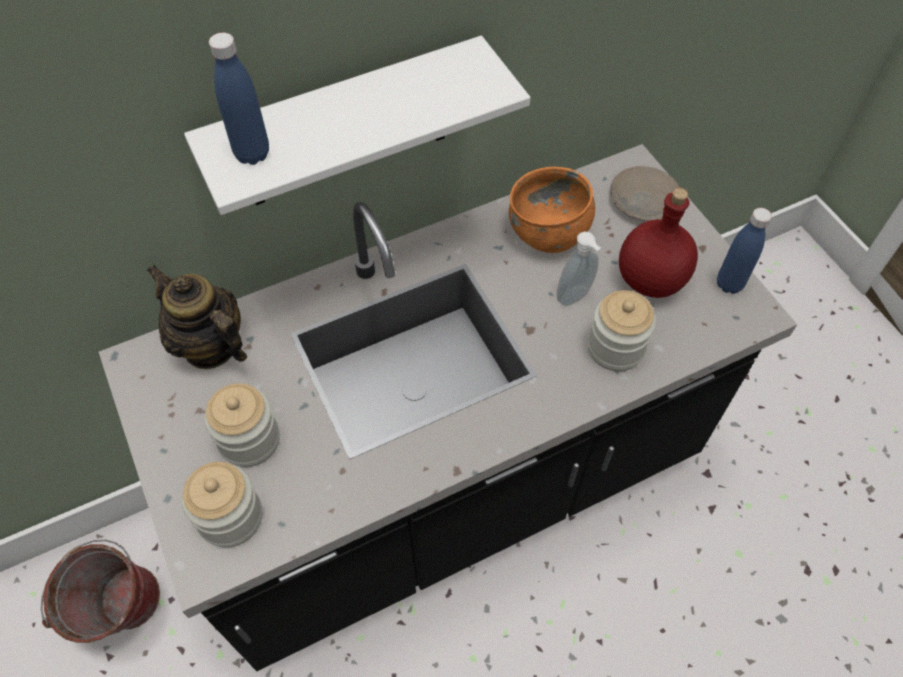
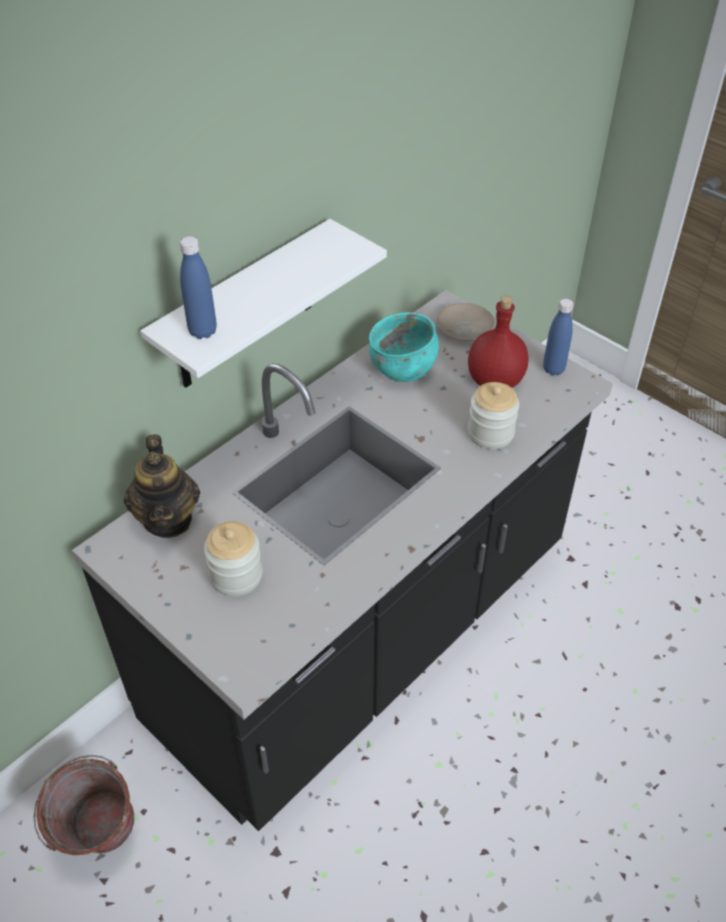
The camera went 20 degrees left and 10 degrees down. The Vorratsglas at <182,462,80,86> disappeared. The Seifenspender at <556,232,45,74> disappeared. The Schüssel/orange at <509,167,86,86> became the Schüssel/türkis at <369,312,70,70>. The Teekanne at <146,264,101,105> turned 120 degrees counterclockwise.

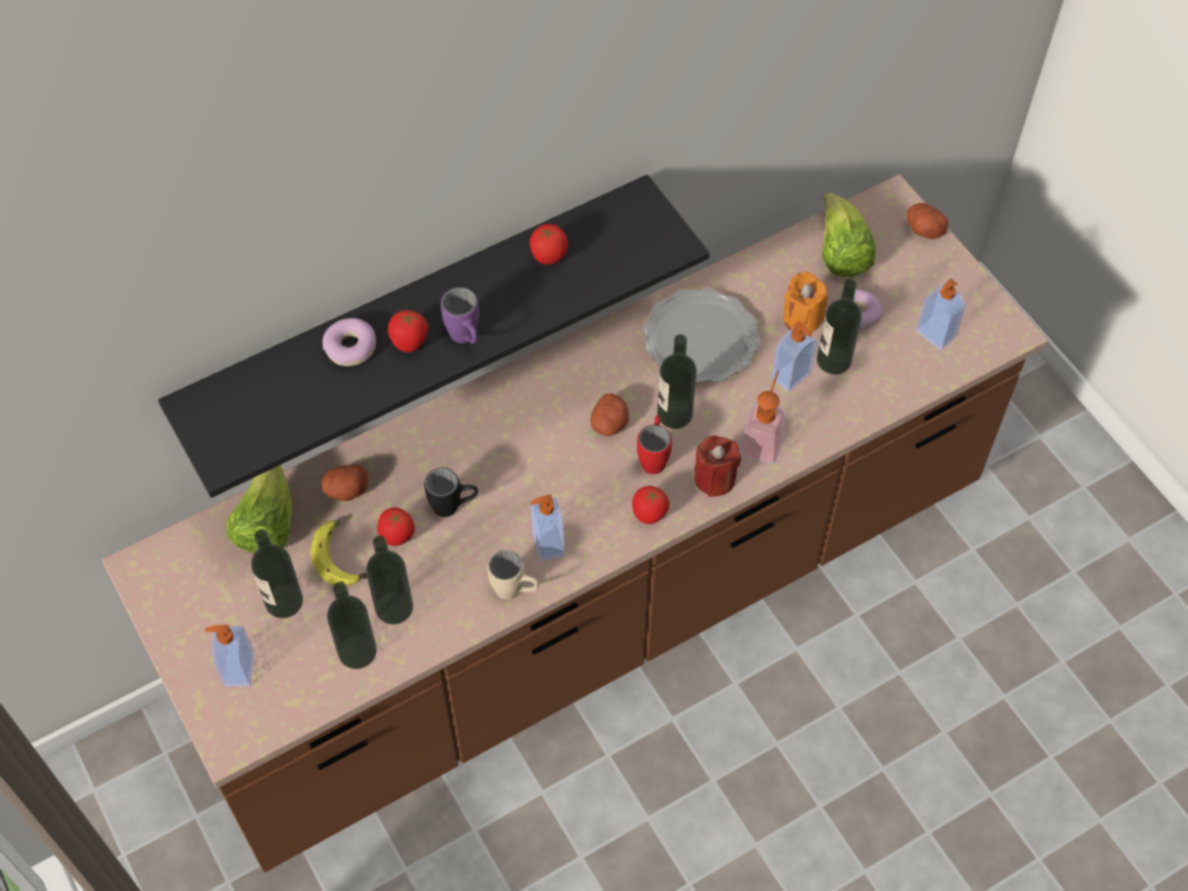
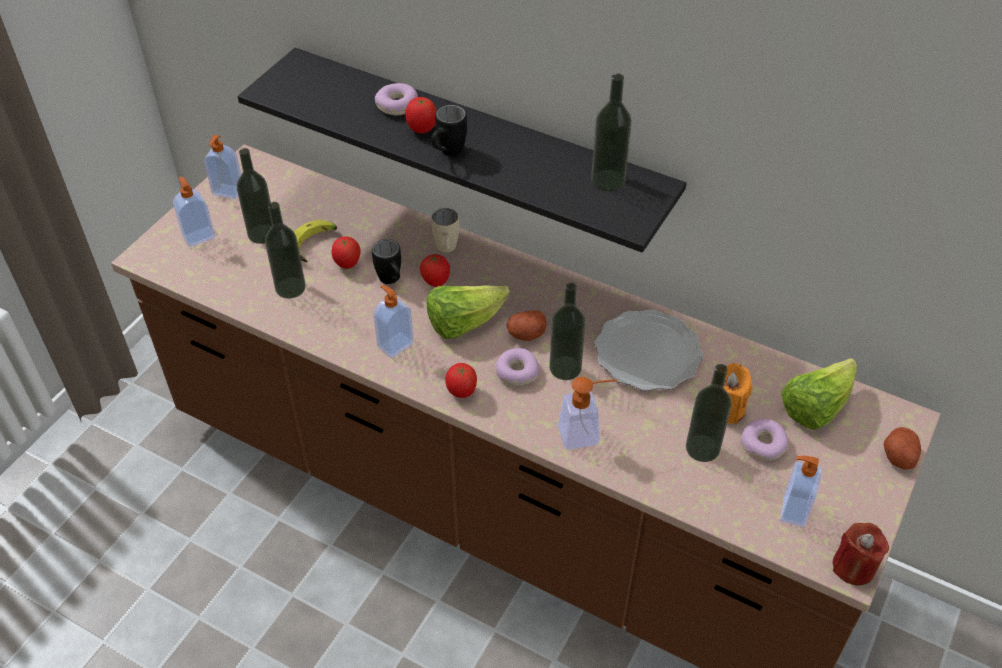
The camera went 60 degrees right and 10 degrees down. The Kartoffel at <321,465,47,36> disappeared. The Salatkopf moved from <227,465,65,88> to <427,285,83,54>. The Flasche moved from <327,582,50,87> to <591,73,41,118>. The Henkelbecher/beige moved from <488,550,51,50> to <431,208,29,44>. The Tomate moved from <530,224,38,40> to <420,254,30,33>. The Kerze/rot moved from <694,435,47,62> to <833,523,56,63>. The Seifenspender moved from <771,321,46,71> to <204,135,37,64>. The Henkelbecher/rot at <637,416,35,58> was replaced by the Donut at <496,348,43,38>. The Henkelbecher/lila at <441,287,38,57> became the Henkelbecher/schwarz at <432,105,35,51>.

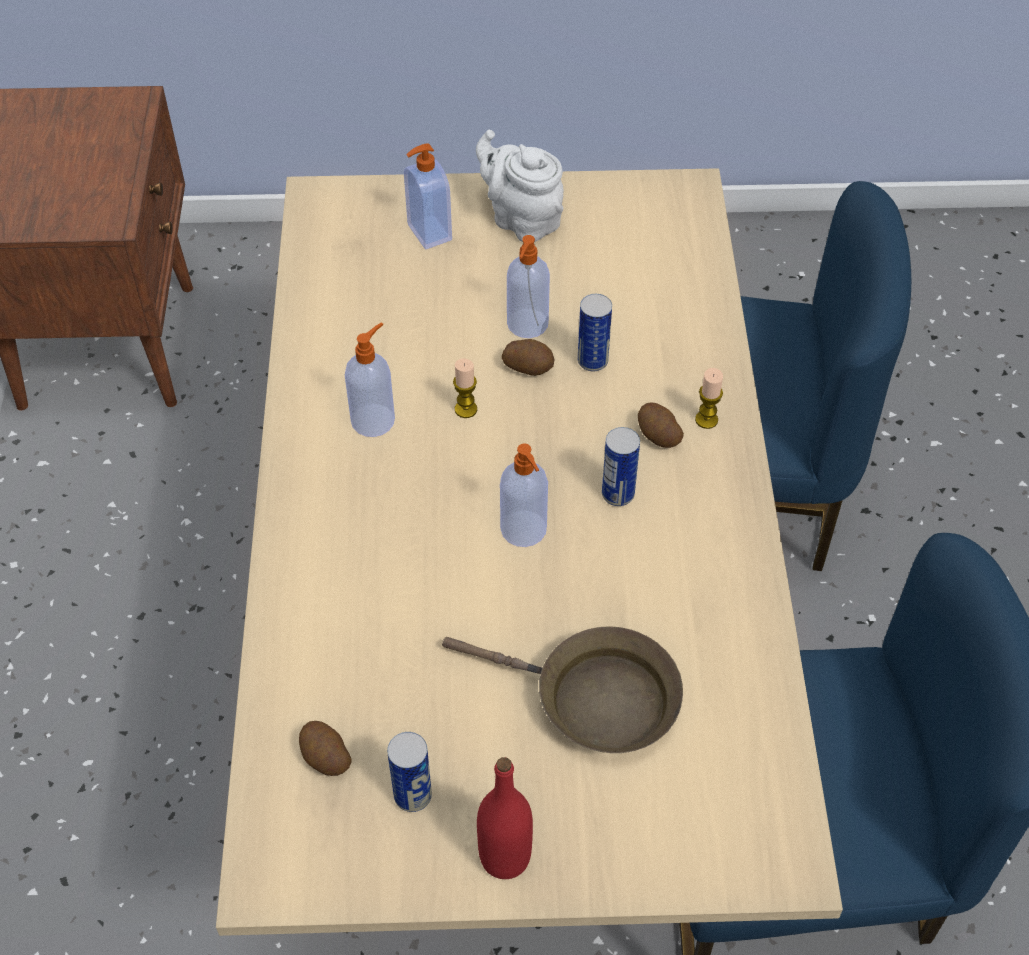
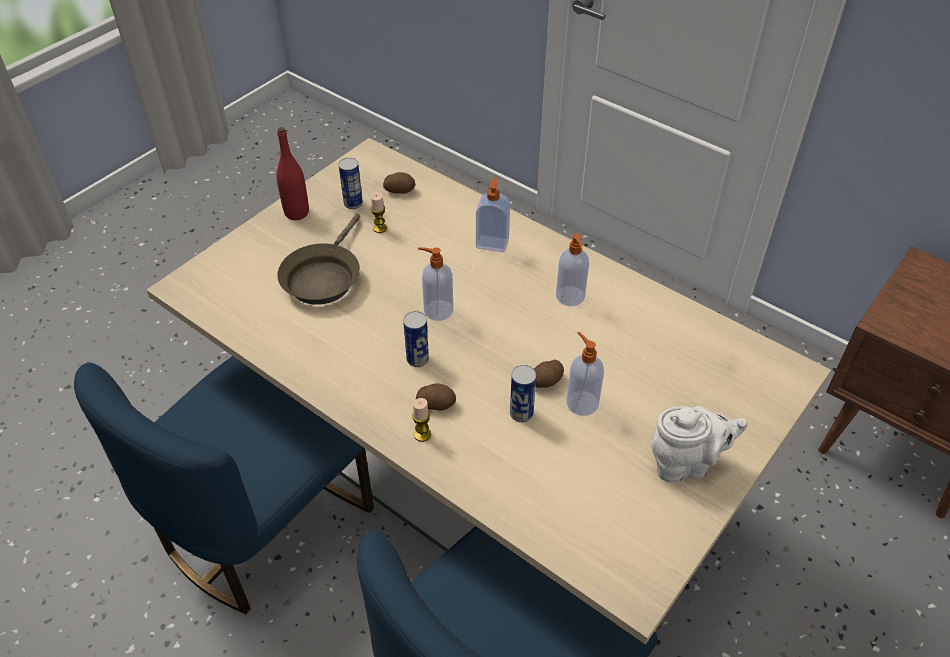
The camera went 130 degrees right and 5 degrees down. The Seifenspender moved from <404,144,48,105> to <476,177,34,75>. The Kerze moved from <453,359,24,59> to <371,192,16,41>. The Pfanne/braun at <442,627,241,126> turned 45 degrees counterclockwise.

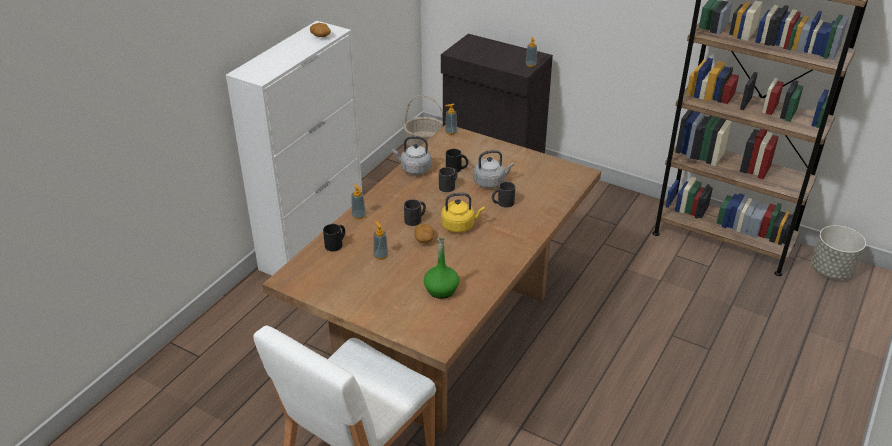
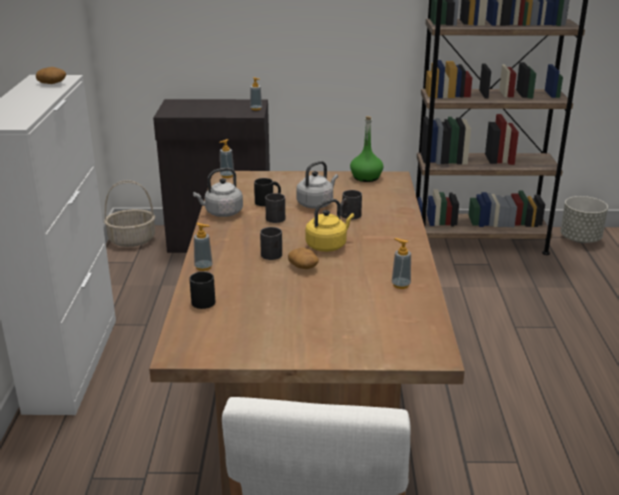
The camera went 30 degrees left and 10 degrees down. The Seifenspender moved from <373,221,15,39> to <392,238,19,51>. The Flasche/grün moved from <424,235,35,64> to <350,116,33,66>.

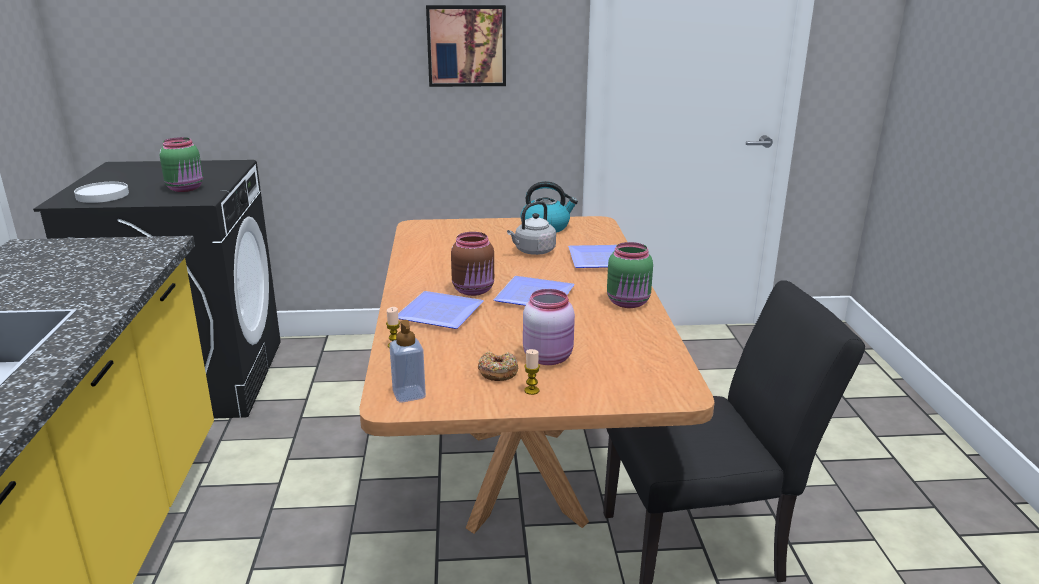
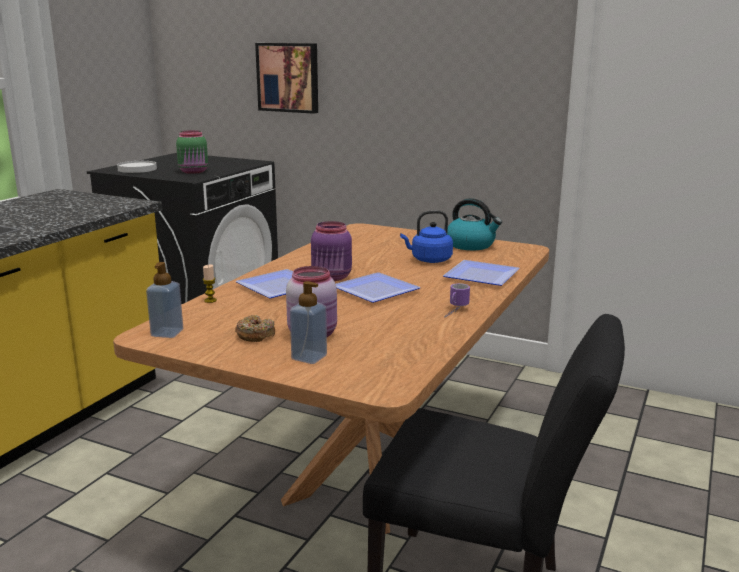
The camera went 30 degrees right and 5 degrees down. The Kerze at <524,349,16,46> disappeared. The Seifenspender at <290,281,37,83> appeared. The Bild moved from <426,5,80,82> to <255,43,63,71>. The Vorratsglas/grün at <607,242,46,66> was replaced by the Henkelbecher at <445,283,25,35>. The Vorratsglas/braun at <451,232,43,64> became the Vorratsglas/lila at <311,221,41,60>. The Wasserkessel/grau at <507,201,49,54> became the Wasserkessel/blau at <400,210,53,53>.

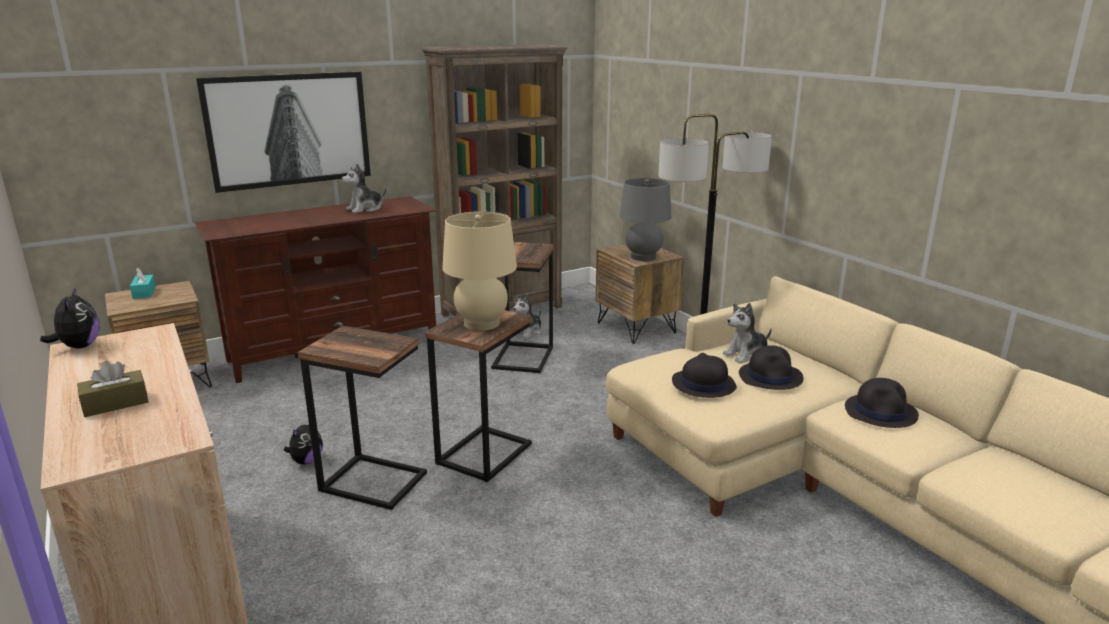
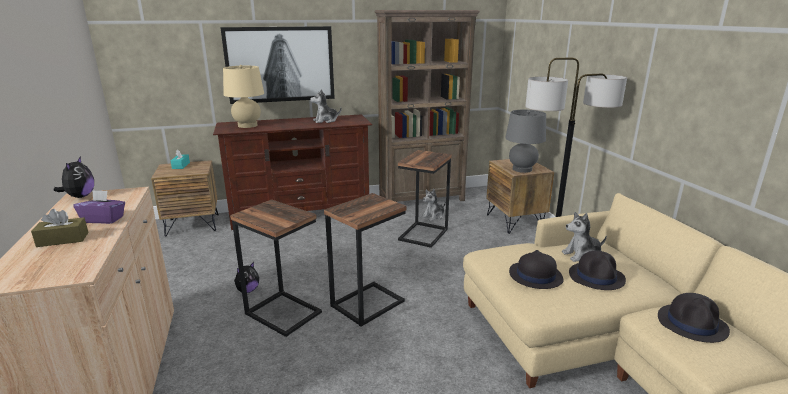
The camera went 15 degrees right and 0 degrees up. The Taschentuchbox/lila at <73,190,52,34> appeared. The Tischlampe/beige moved from <442,211,75,120> to <223,65,41,63>.

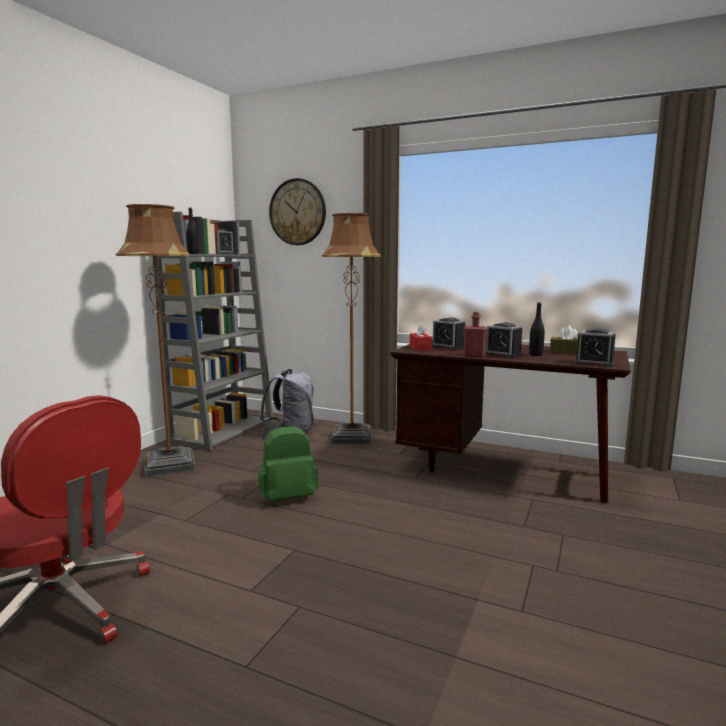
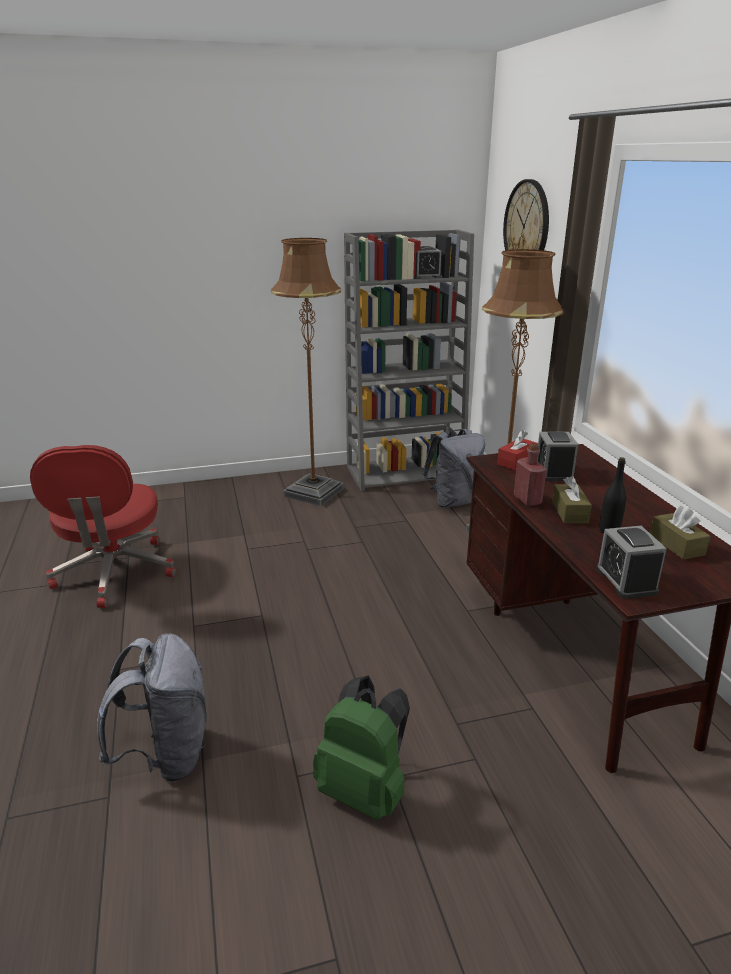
The camera went 50 degrees right and 15 degrees up. The Flasche/schwarz at <186,208,13,46> disappeared. The Rucksack/grau at <97,633,110,149> appeared. The Rucksack/grün moved from <258,418,61,83> to <313,675,97,145>. The Wecker at <486,322,36,36> was replaced by the Taschentuchbox/braun at <552,476,40,47>.

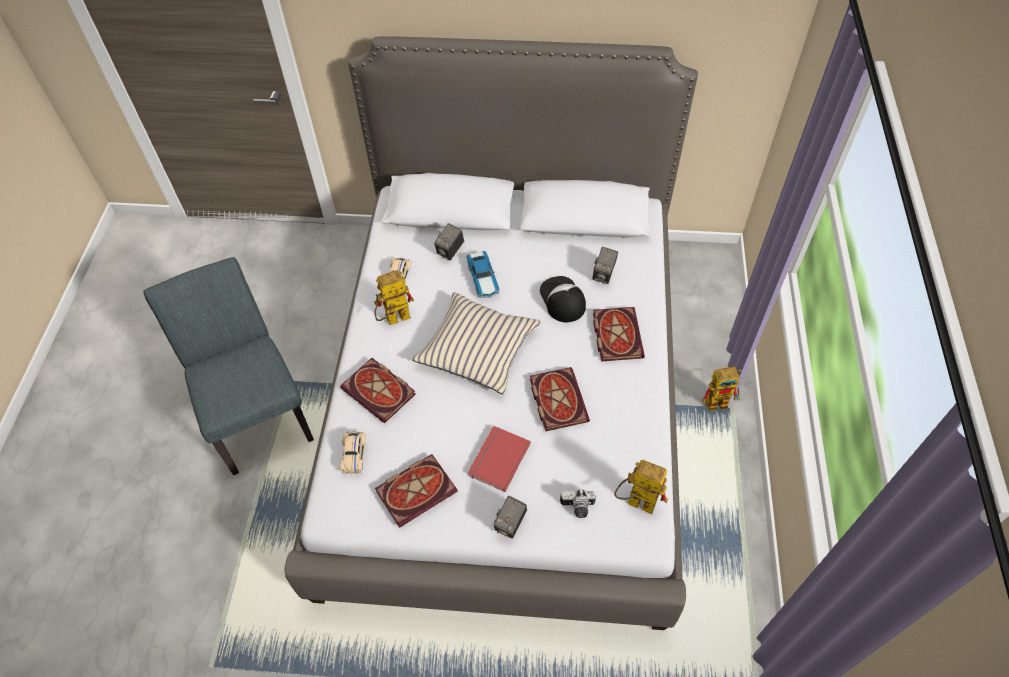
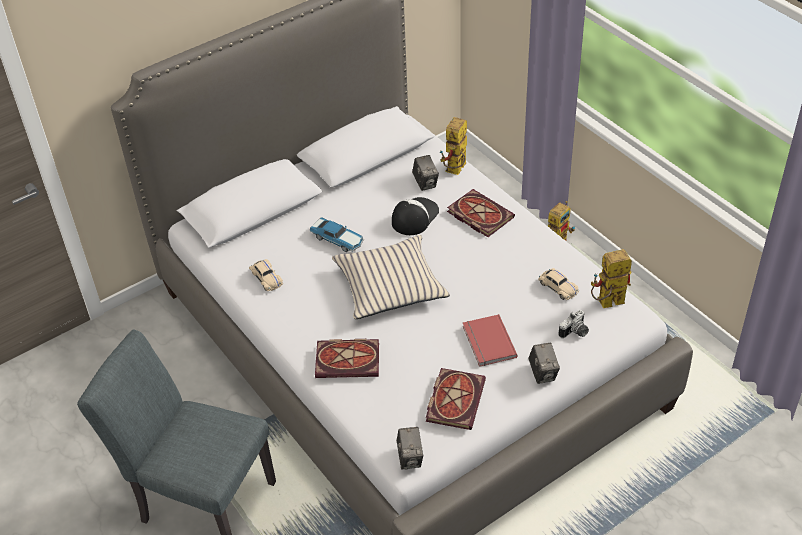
The camera went 40 degrees left and 10 degrees down. The Buch at <530,367,60,65> disappeared. The Spielzeugauto/beige moved from <340,431,26,43> to <538,268,41,32>. The Spielzeugroboter moved from <374,270,40,55> to <440,117,27,58>. The Kamera moved from <434,223,30,37> to <397,427,26,43>. The Kappe at <540,276,46,46> turned 90 degrees clockwise.

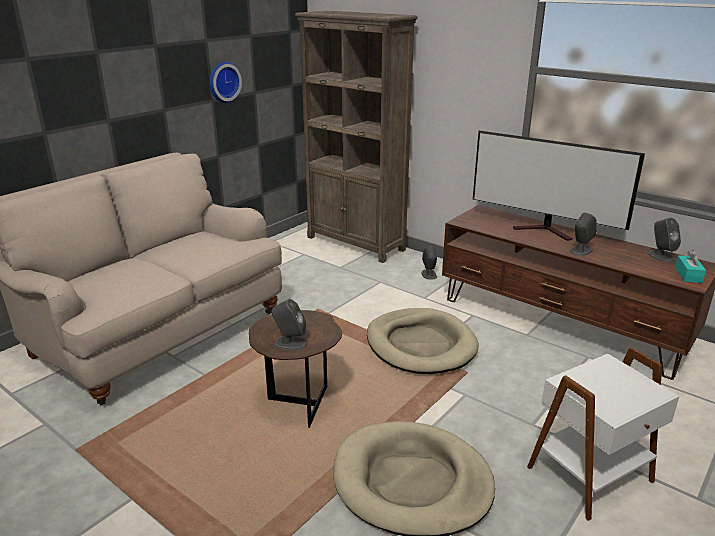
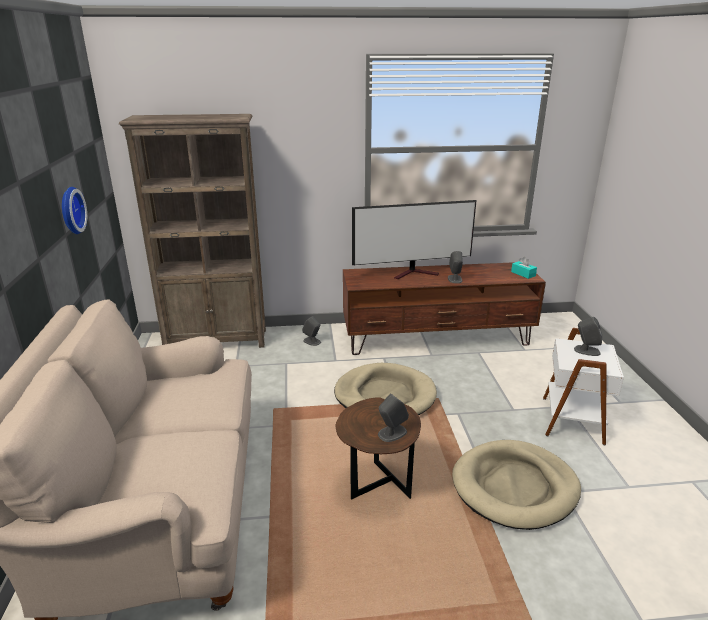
The camera went 45 degrees left and 0 degrees up. The Lautsprecher/grau moved from <648,218,33,44> to <574,317,28,39>.

